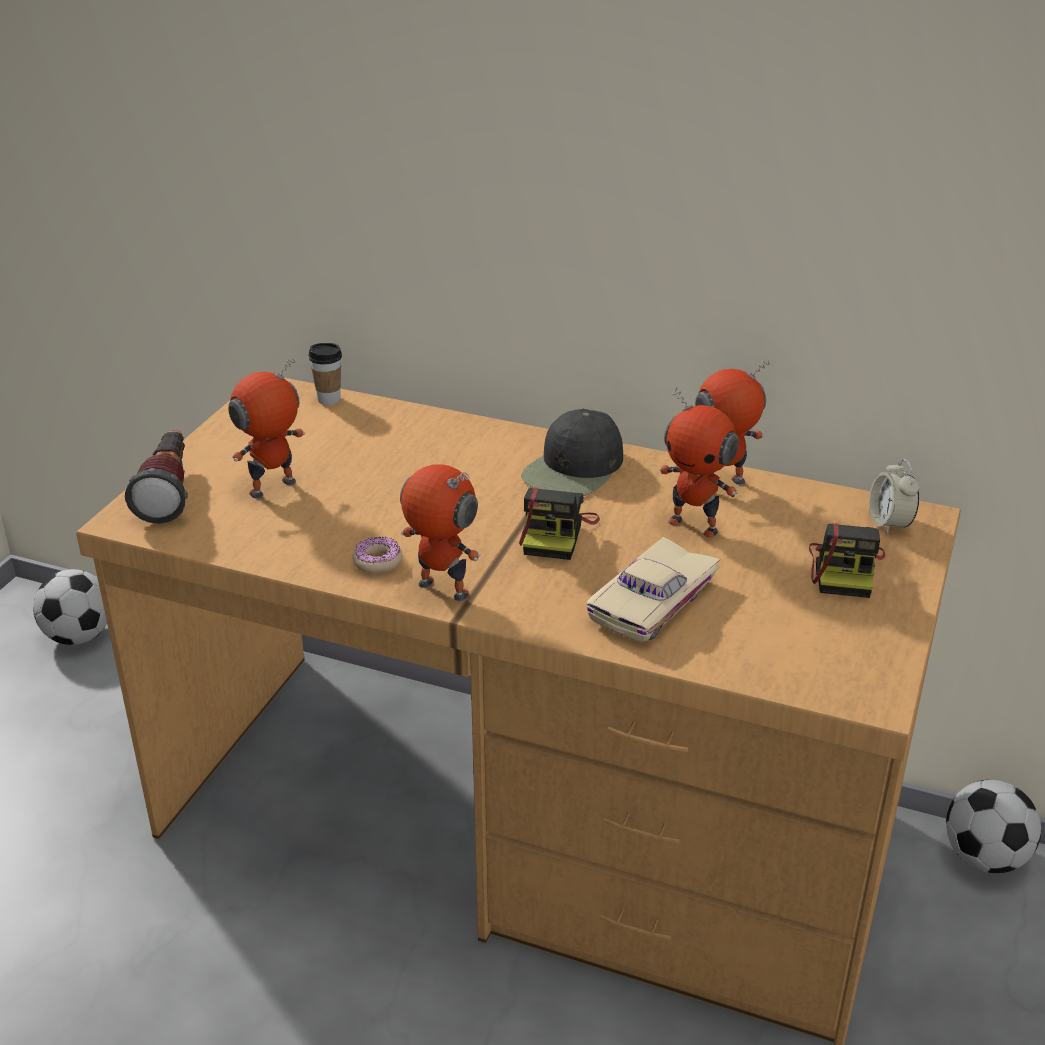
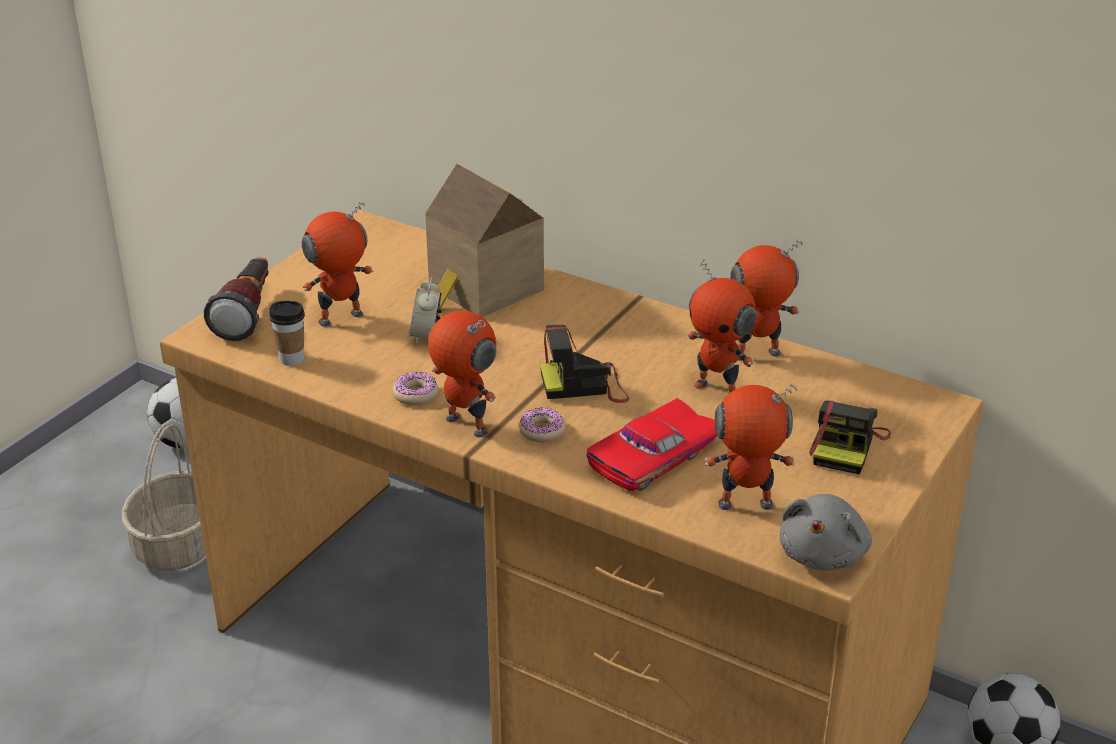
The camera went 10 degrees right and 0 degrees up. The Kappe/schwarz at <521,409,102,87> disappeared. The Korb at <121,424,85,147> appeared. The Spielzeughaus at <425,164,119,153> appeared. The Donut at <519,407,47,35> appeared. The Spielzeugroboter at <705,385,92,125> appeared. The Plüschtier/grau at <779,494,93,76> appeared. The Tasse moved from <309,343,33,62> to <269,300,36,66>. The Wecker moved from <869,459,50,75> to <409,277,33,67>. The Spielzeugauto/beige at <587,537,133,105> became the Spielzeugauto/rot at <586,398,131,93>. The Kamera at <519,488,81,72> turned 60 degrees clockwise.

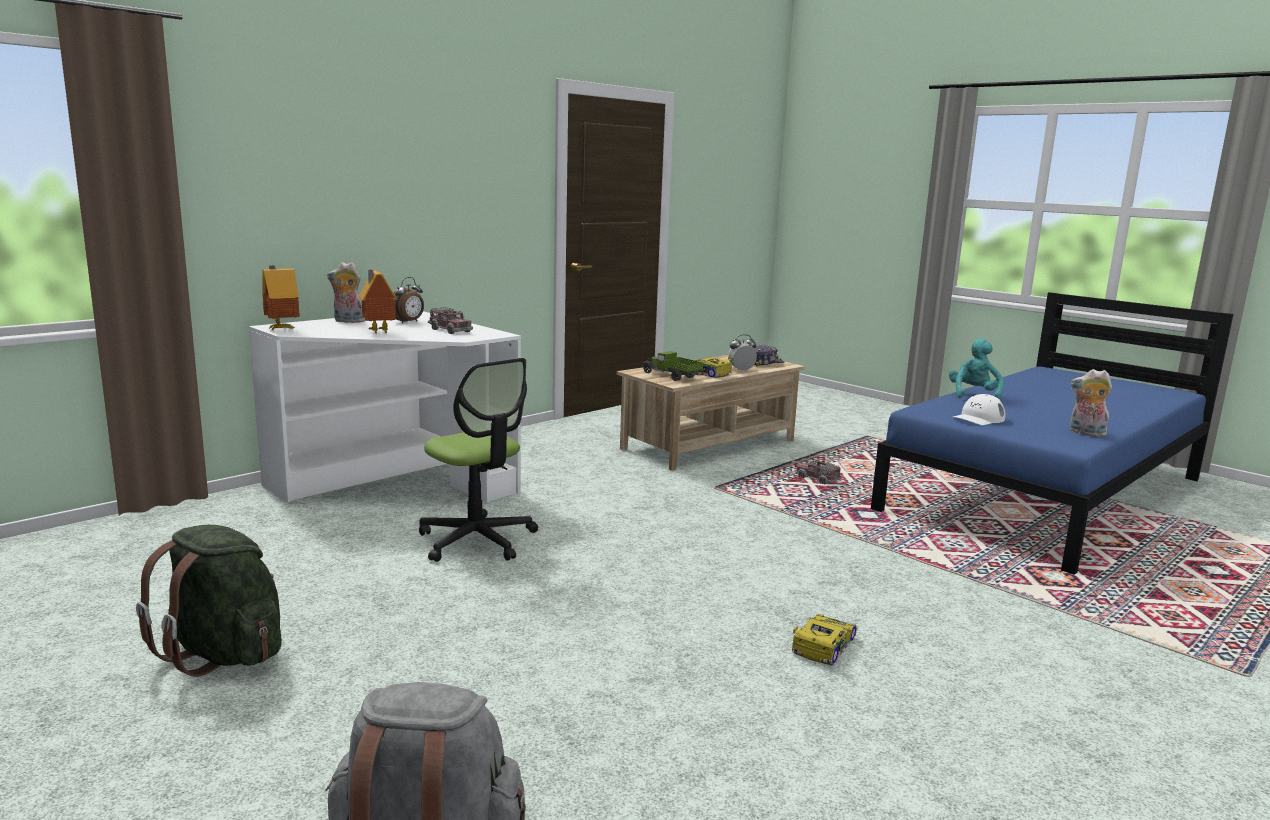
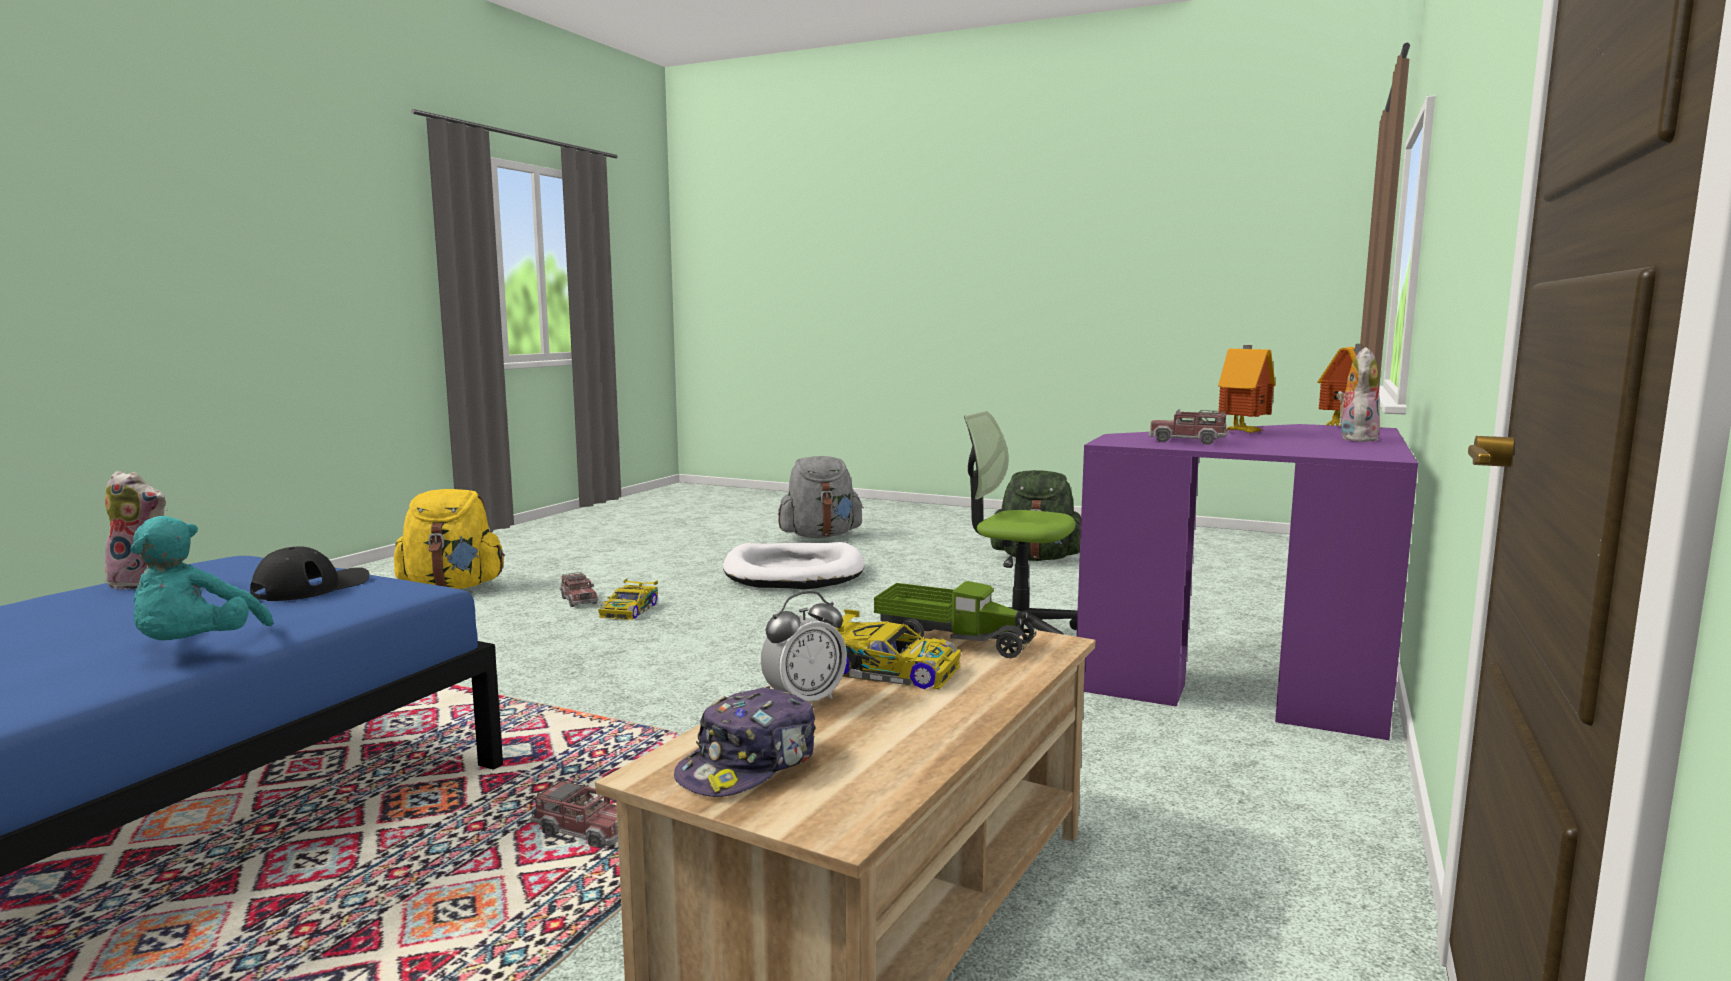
The camera went 160 degrees right and 5 degrees down. The Wecker at <394,277,30,46> disappeared. The Rucksack/gelb at <394,489,111,100> appeared. The Spielzeuglaster at <559,572,39,35> appeared. The Hundebett/weiß at <723,542,142,47> appeared. The Schreibtisch/weiß at <249,311,272,192> became the Schreibtisch/lila at <1077,424,341,316>. The Kappe/weiß at <953,394,53,31> became the Kappe/schwarz at <250,546,120,55>. The Plüschtier at <327,262,38,61> turned 45 degrees counterclockwise.

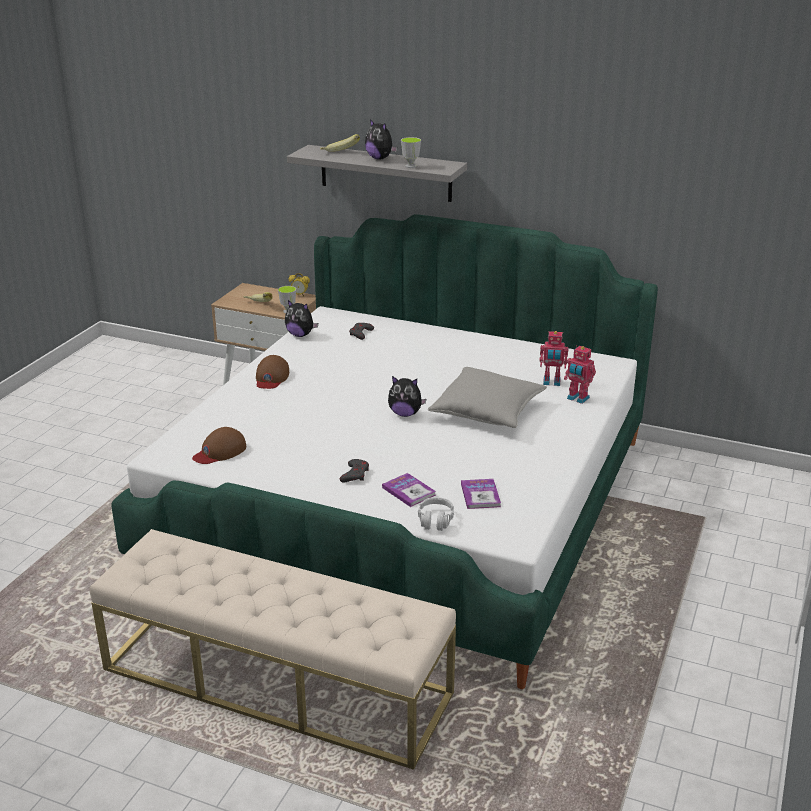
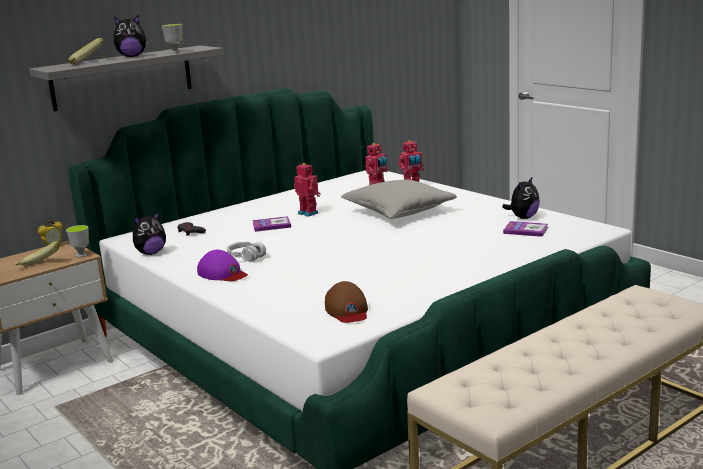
The camera went 60 degrees left and 10 degrees down. The Gamepad/grau at <340,459,29,23> disappeared. The Spielzeugroboter at <294,163,27,54> appeared. The Buch moved from <382,473,54,34> to <252,216,39,16>. The Plüschtier moved from <388,376,38,41> to <502,176,38,43>. The Kopfhörer/grau moved from <417,497,37,34> to <227,242,39,19>. The Kappe/braun at <256,355,33,34> became the Kappe/lila at <197,250,51,31>.

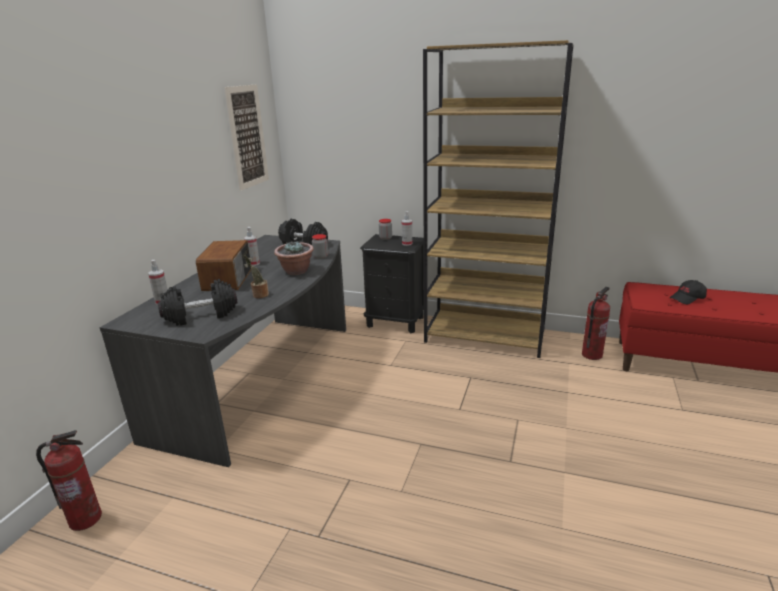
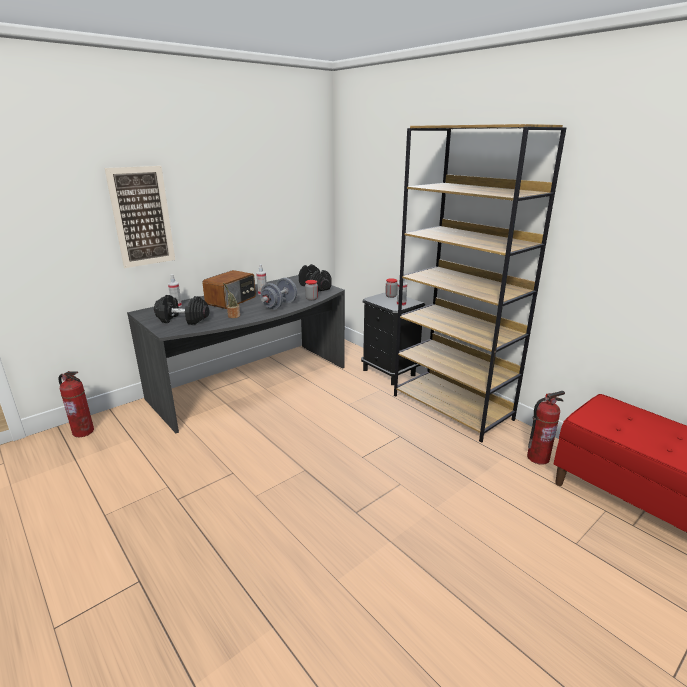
The camera went 30 degrees right and 0 degrees up. The Kappe/schwarz at <670,280,37,24> disappeared. The Bild moved from <224,84,45,107> to <105,166,70,102>. The Topfpflanze at <274,241,40,34> was replaced by the Hantel/grau at <260,278,37,32>.

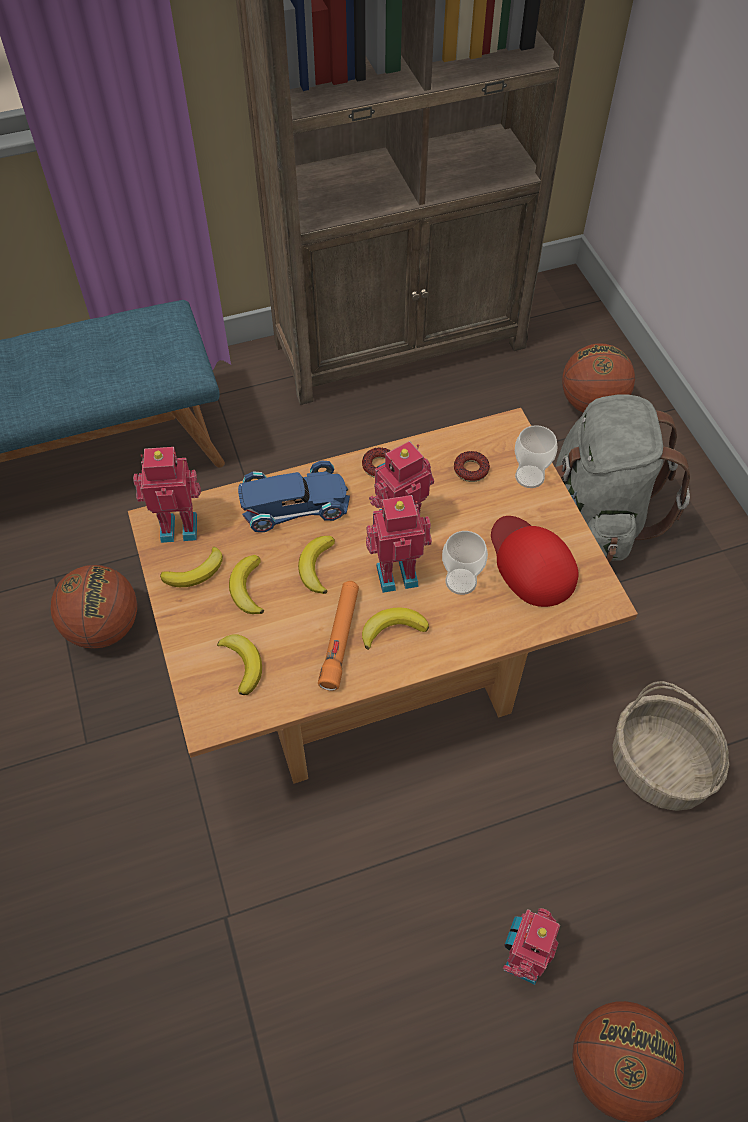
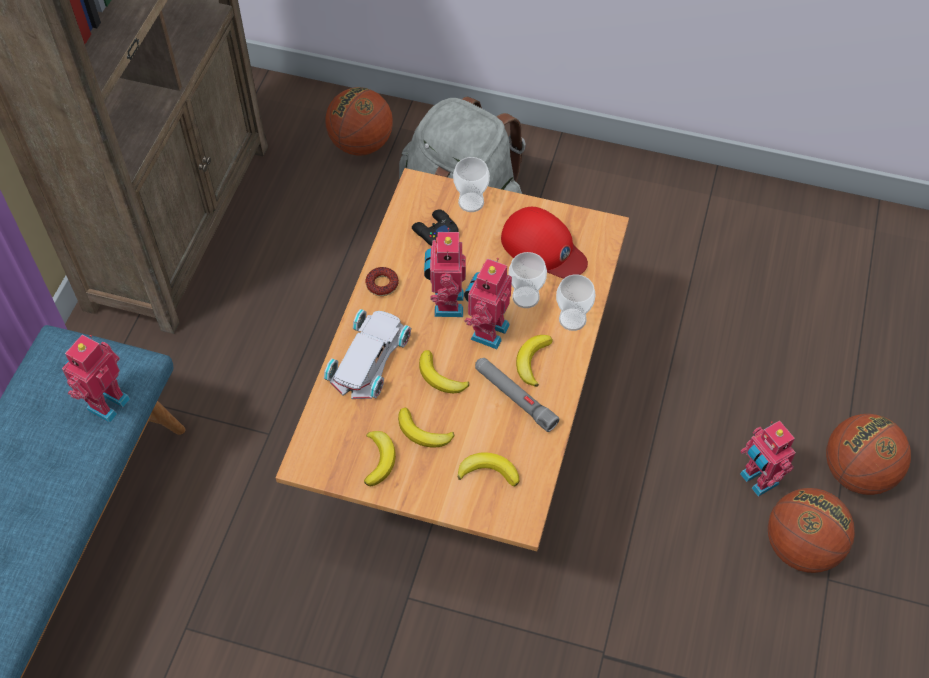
The camera went 55 degrees left and 0 degrees up. The Korb at <612,681,117,130> disappeared. The Tasse at <556,274,40,57> appeared. The Basketball moved from <51,565,86,83> to <768,488,87,85>. The Spielzeugroboter moved from <133,447,68,96> to <62,334,68,89>. The Donut at <454,451,36,31> was replaced by the Gamepad/schwarz at <412,210,47,36>. The Spielzeugauto/blau at <238,460,112,72> became the Spielzeugauto/weiß at <324,309,87,90>. The Taschenlampe/orange at <318,581,41,110> became the Taschenlampe/grau at <475,358,84,74>. The Kappe/rot at <491,516,87,91> turned 150 degrees counterclockwise.

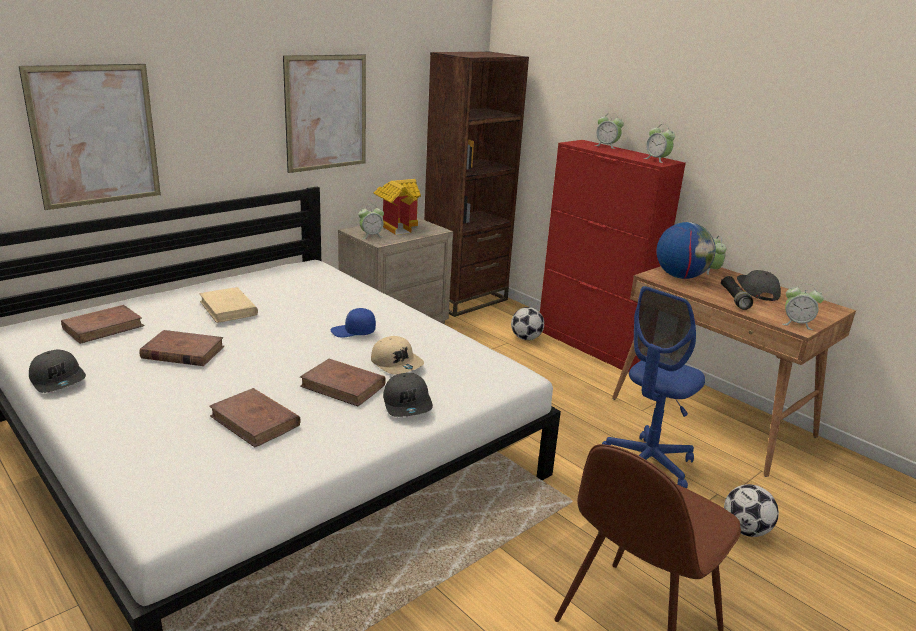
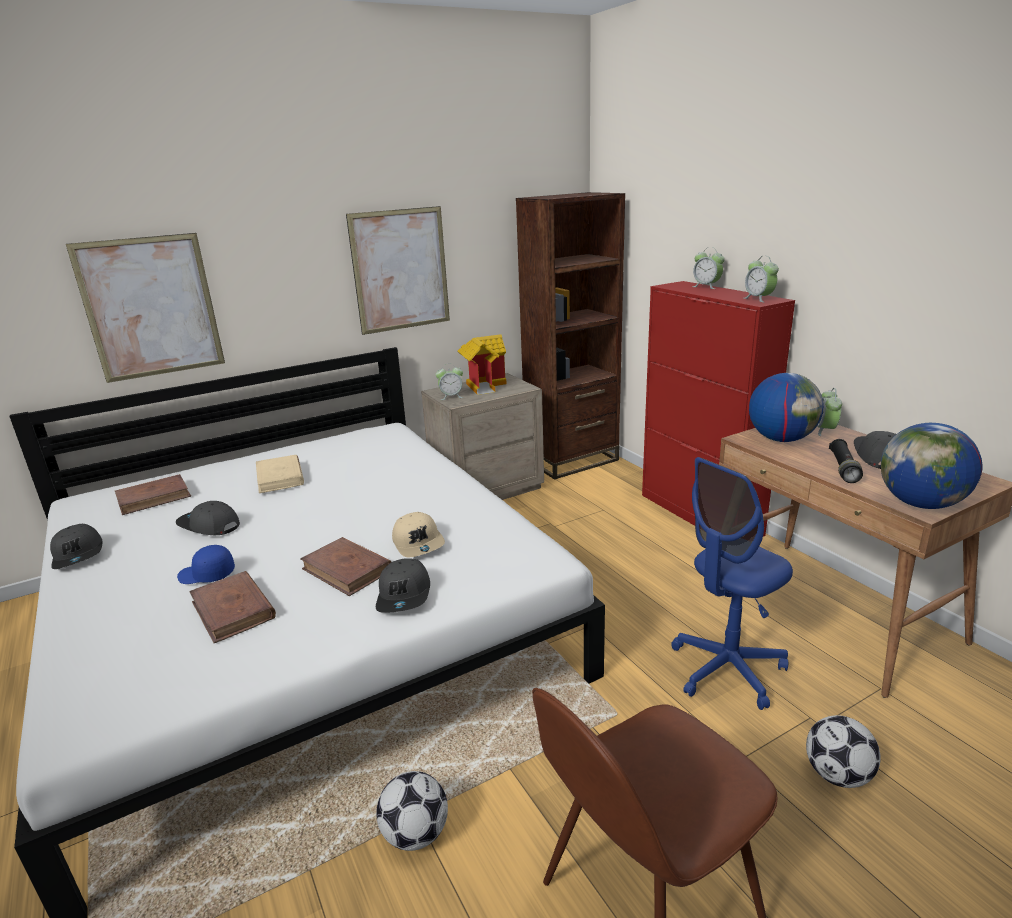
The camera went 15 degrees right and 0 degrees up. The Kappe/blau moved from <331,308,45,30> to <177,545,58,39>. The Fußball moved from <511,307,33,33> to <376,771,72,80>. The Buch/braun at <139,330,85,36> was replaced by the Kappe/grau at <176,501,64,34>. The Wecker at <782,283,42,47> was replaced by the Globus at <881,423,101,86>.

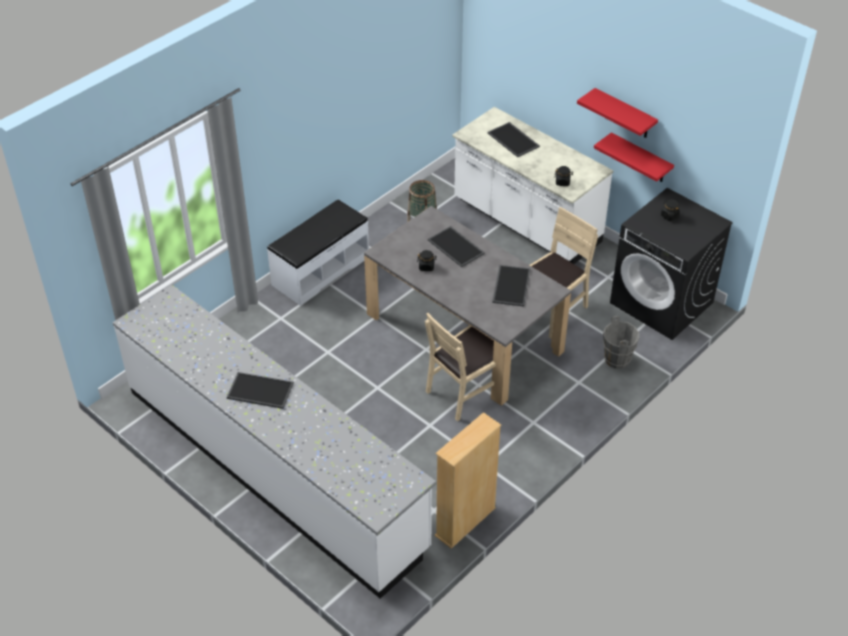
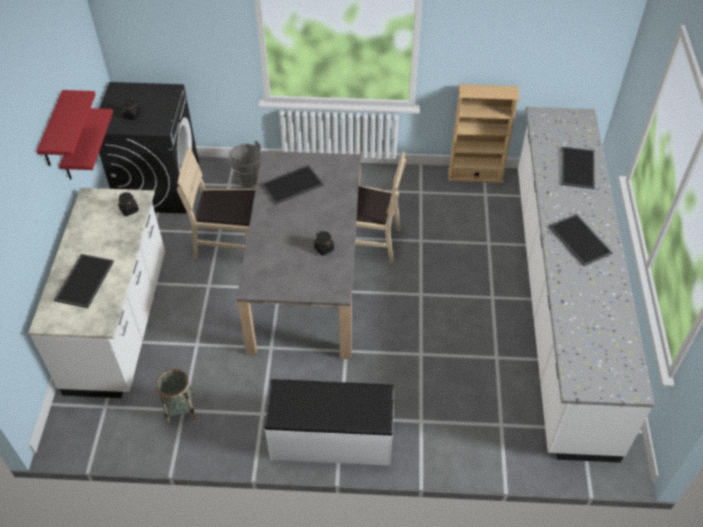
The camera went 130 degrees left and 5 degrees up. The Tablett moved from <428,226,57,41> to <561,147,34,42>.

